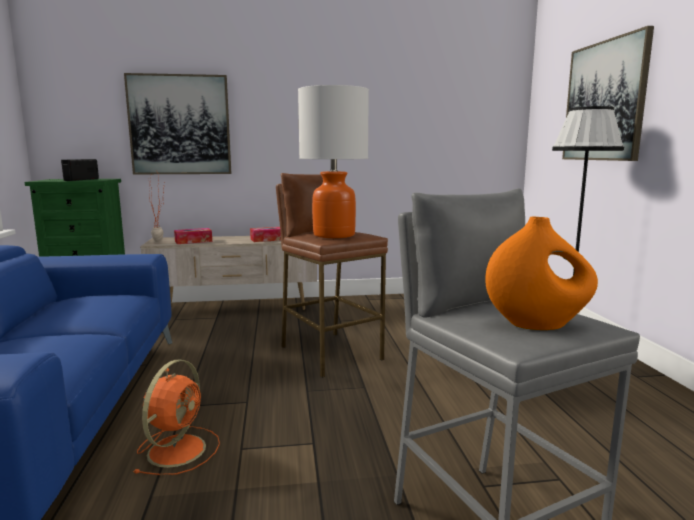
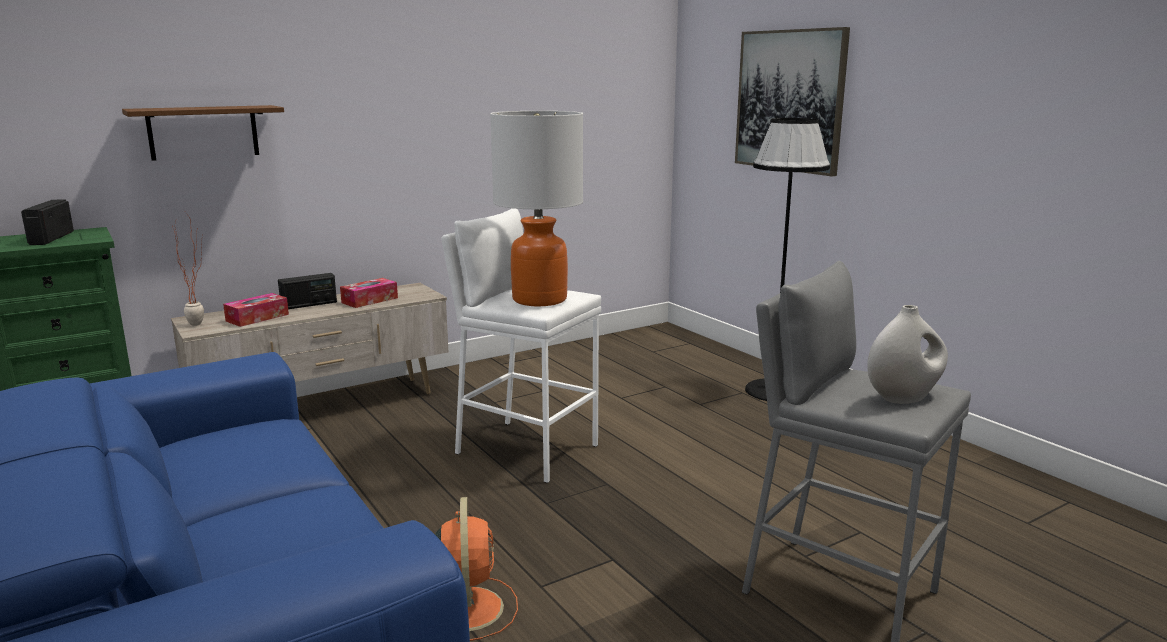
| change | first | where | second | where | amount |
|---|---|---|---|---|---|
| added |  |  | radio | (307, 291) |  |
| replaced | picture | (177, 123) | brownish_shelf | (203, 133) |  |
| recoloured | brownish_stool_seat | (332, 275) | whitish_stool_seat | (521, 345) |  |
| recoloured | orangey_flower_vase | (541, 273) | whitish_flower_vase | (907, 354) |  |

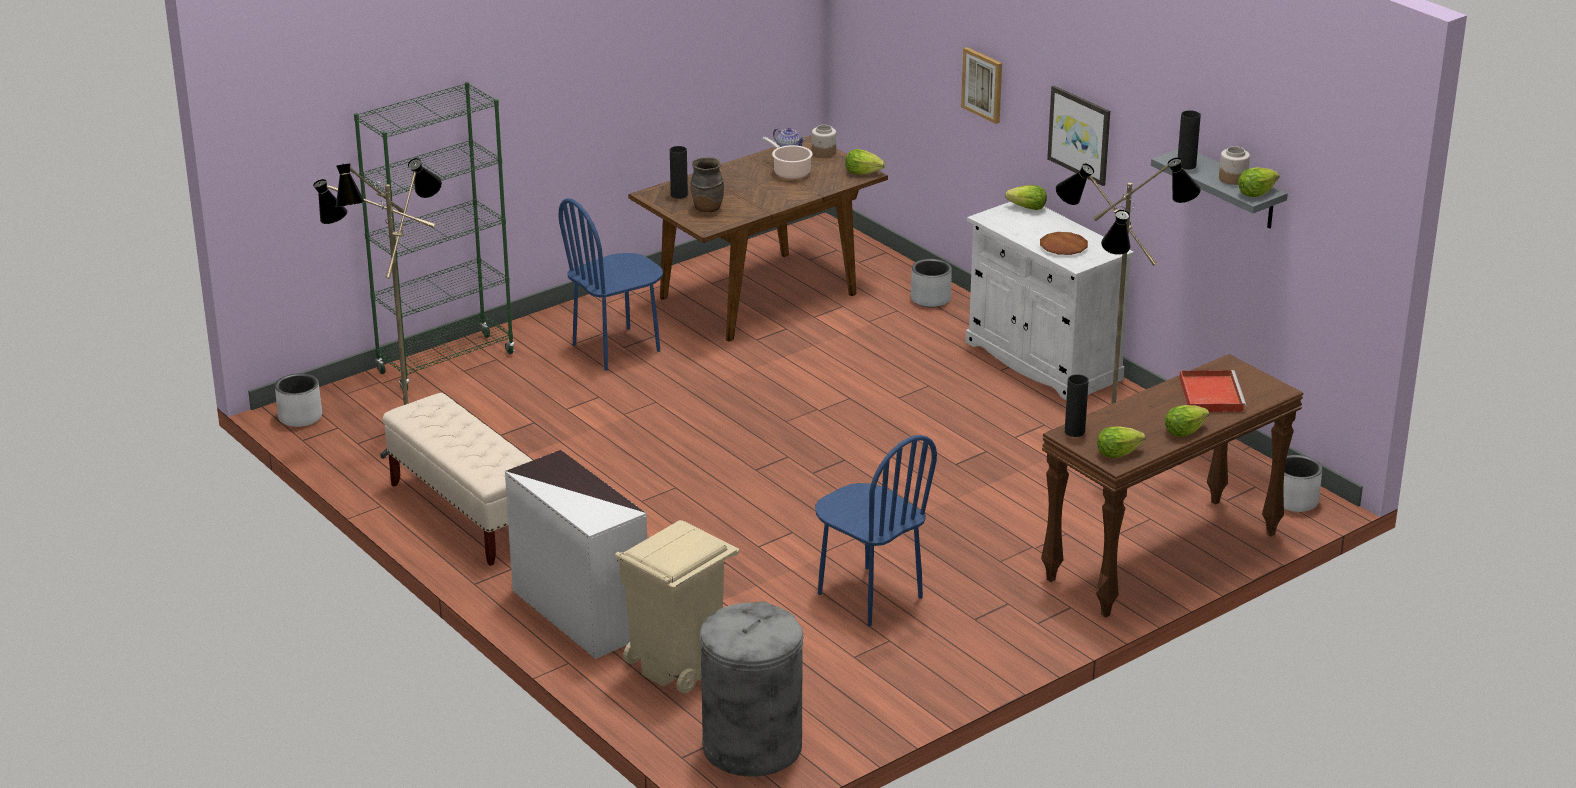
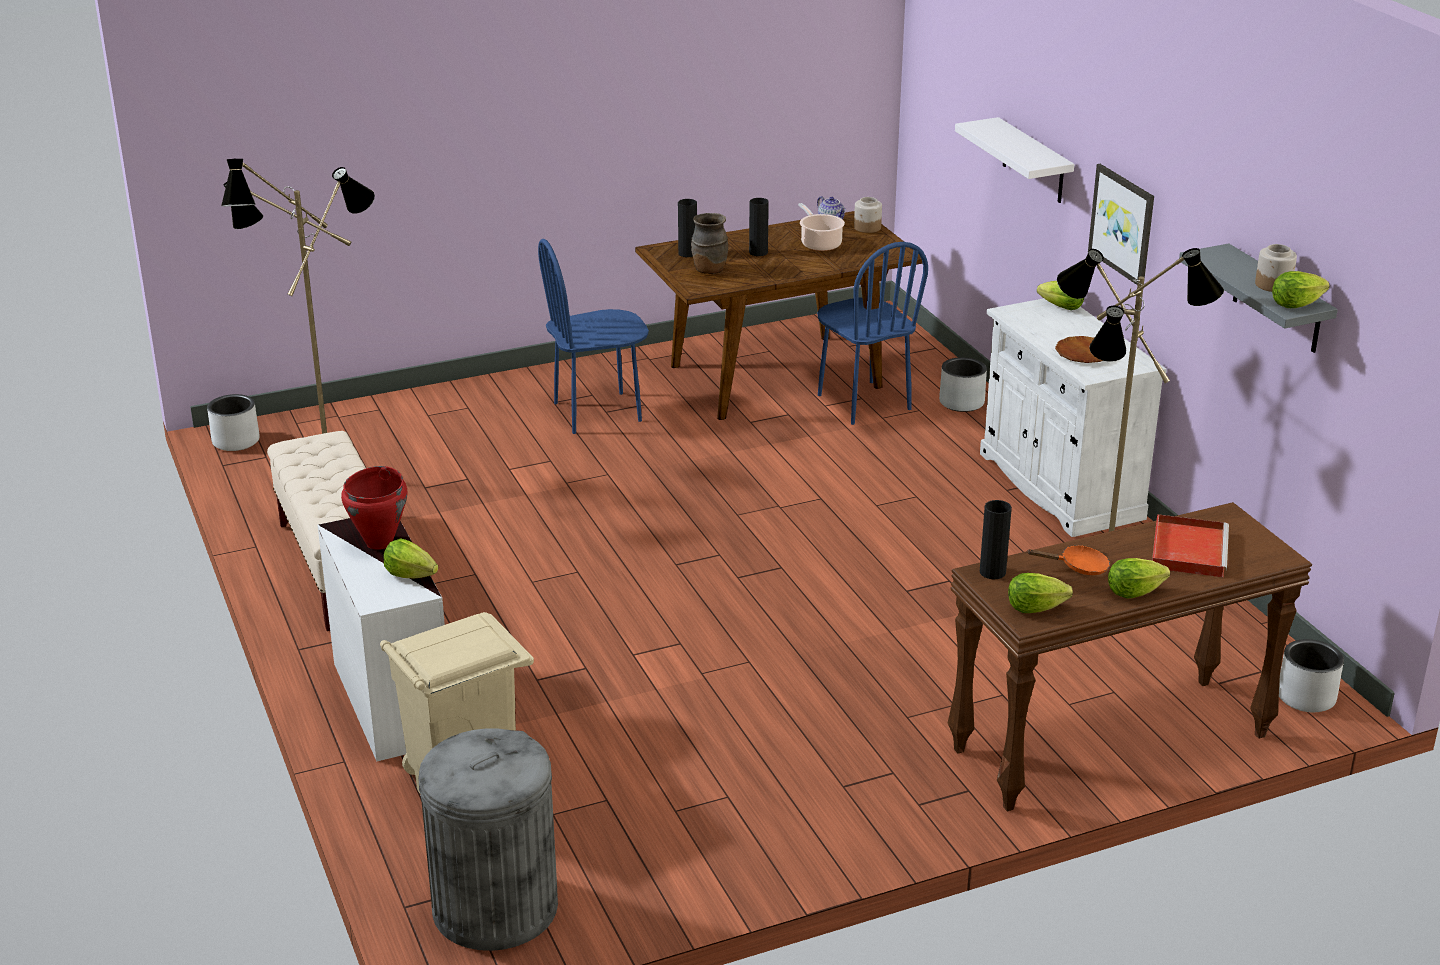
| change | first | where | second | where | amount |
|---|---|---|---|---|---|
| removed | green_bookcase | (434, 236) |  |  |  |
| added |  |  | red_stockpot | (374, 508) |  |
| added |  |  | orangey_skillet | (1068, 560) |  |
| moved | bluish_plain_chair | (876, 531) |  | (872, 333) |  |
| moved | lettuce | (865, 161) |  | (411, 558) |  |
| moved | blackish_flower_vase | (1189, 140) |  | (759, 227) |  |
| replaced | picture | (981, 85) | whitish_shelf | (1014, 160) |  |

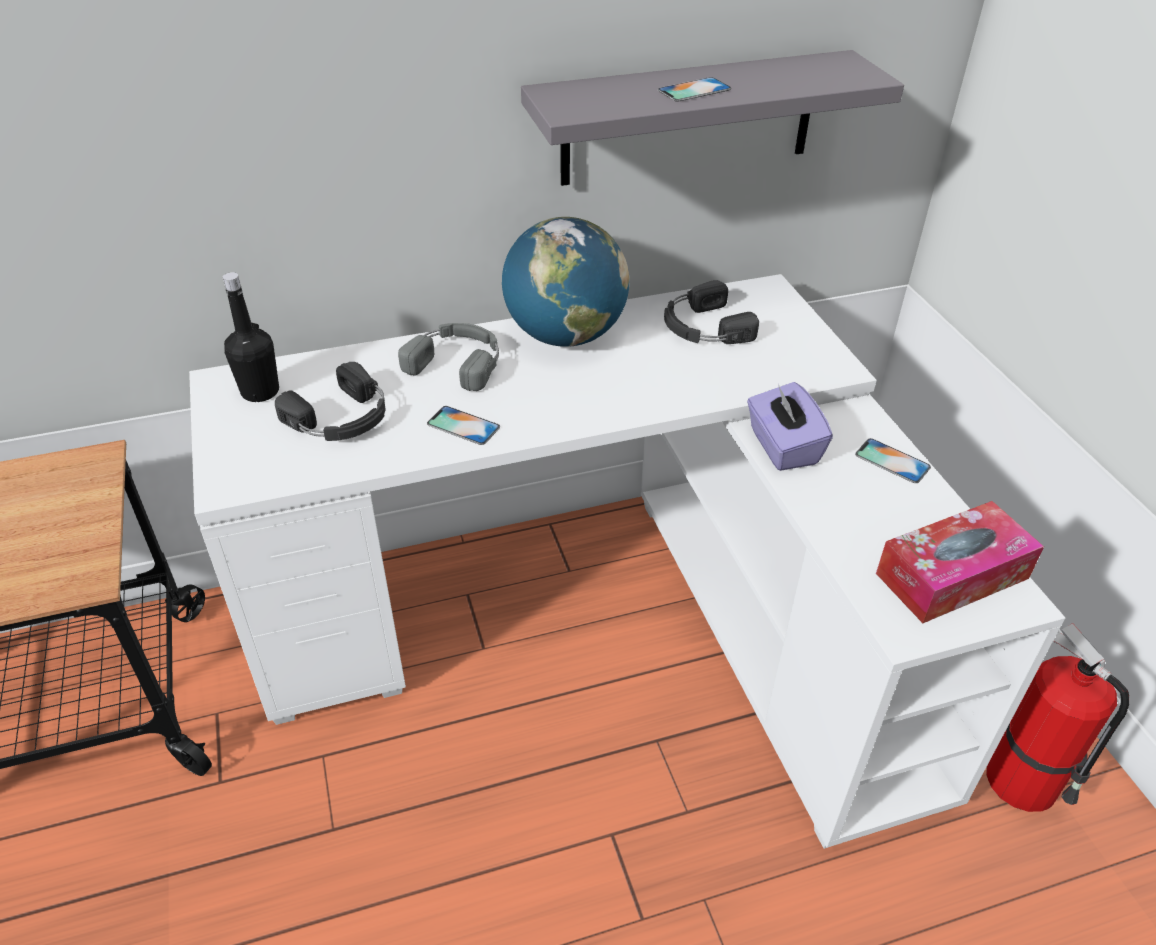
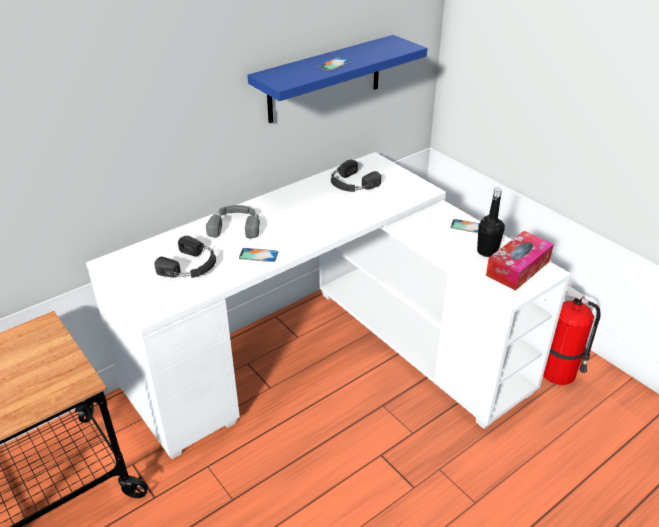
| change | first | where | second | where | amount |
|---|---|---|---|---|---|
| removed | world_globe | (565, 282) |  |  |  |
| removed | purplish_tissue_box | (790, 426) |  |  |  |
| moved | blackish_bottle | (250, 337) |  | (491, 222) |  |
| recoloured | greyish_shelf | (712, 118) | bluish_shelf | (337, 79) |  |

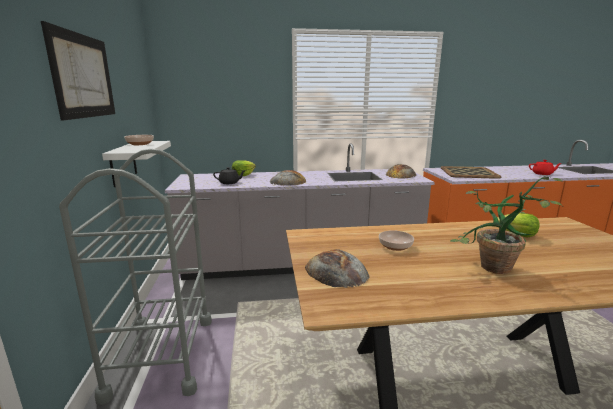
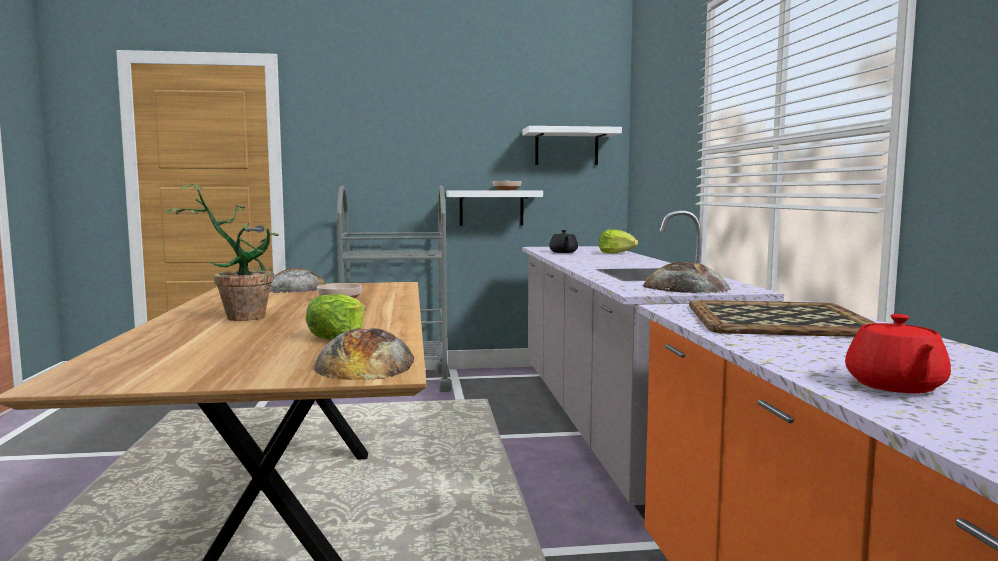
| change | first | where | second | where | amount |
|---|---|---|---|---|---|
| removed | picture | (78, 71) |  |  |  |
| added |  |  | whitish_shelf | (572, 145) |  |
| moved | bread | (287, 178) |  | (364, 354) |  |

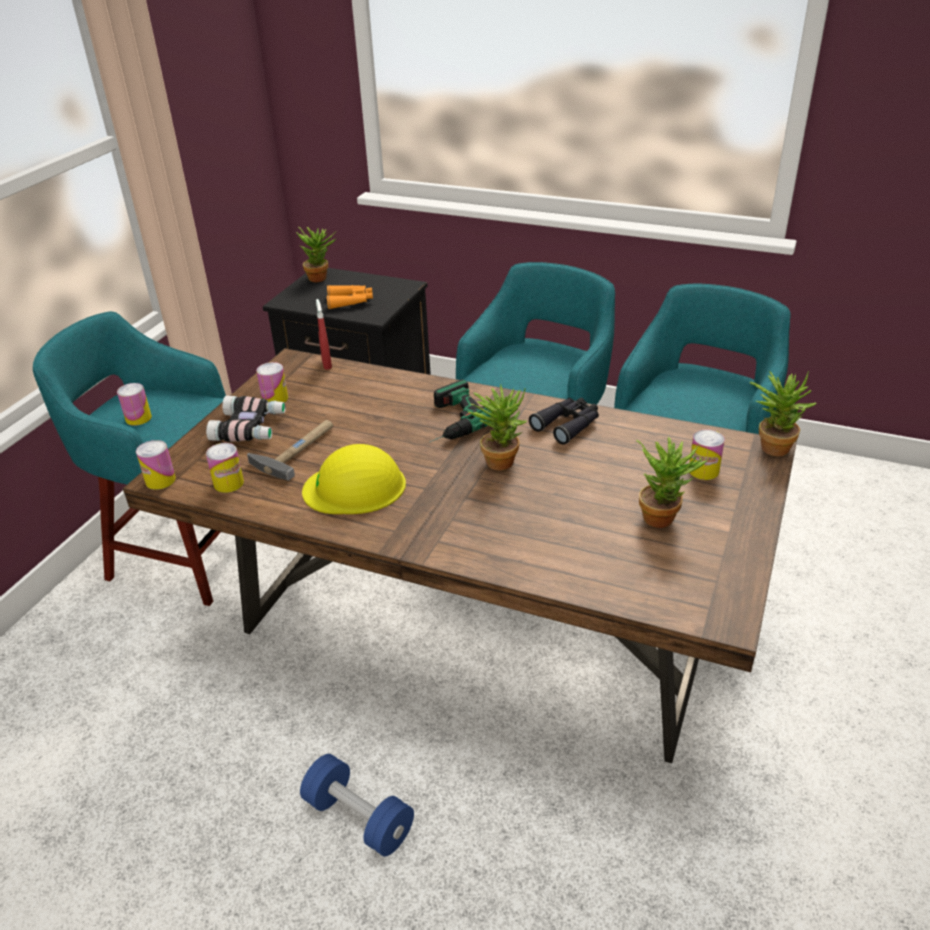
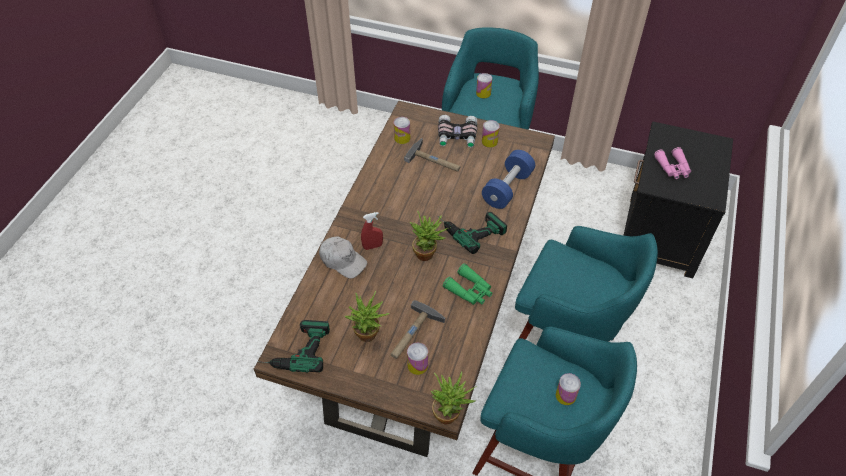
| change | first | where | second | where | amount |
|---|---|---|---|---|---|
| removed | houseplant | (316, 254) |  |  |  |
| removed | yellowish_work_helmet | (354, 479) |  |  |  |
| added |  |  | electric_drill | (293, 346) |  |
| added |  |  | whitish_peaked_cap | (343, 257) |  |
| added |  |  | hammer | (418, 329) |  |
| moved | sealed_can | (156, 465) |  | (568, 389) |  |
| moved | bluish_hand_weight | (357, 805) |  | (508, 179) |  |
| moved | red_hand_sprayer | (324, 334) |  | (372, 231) |  |
| recoloured | orangey_binoculars | (350, 297) | pink-coloured_binoculars | (672, 163) |  |
| recoloured | blackish_binoculars | (564, 421) | green_binoculars | (467, 284) |  |

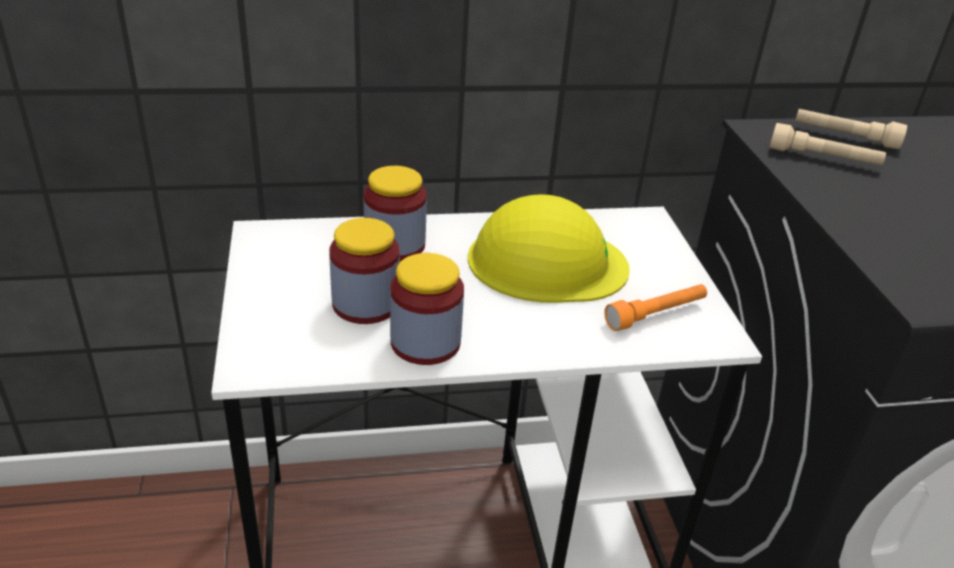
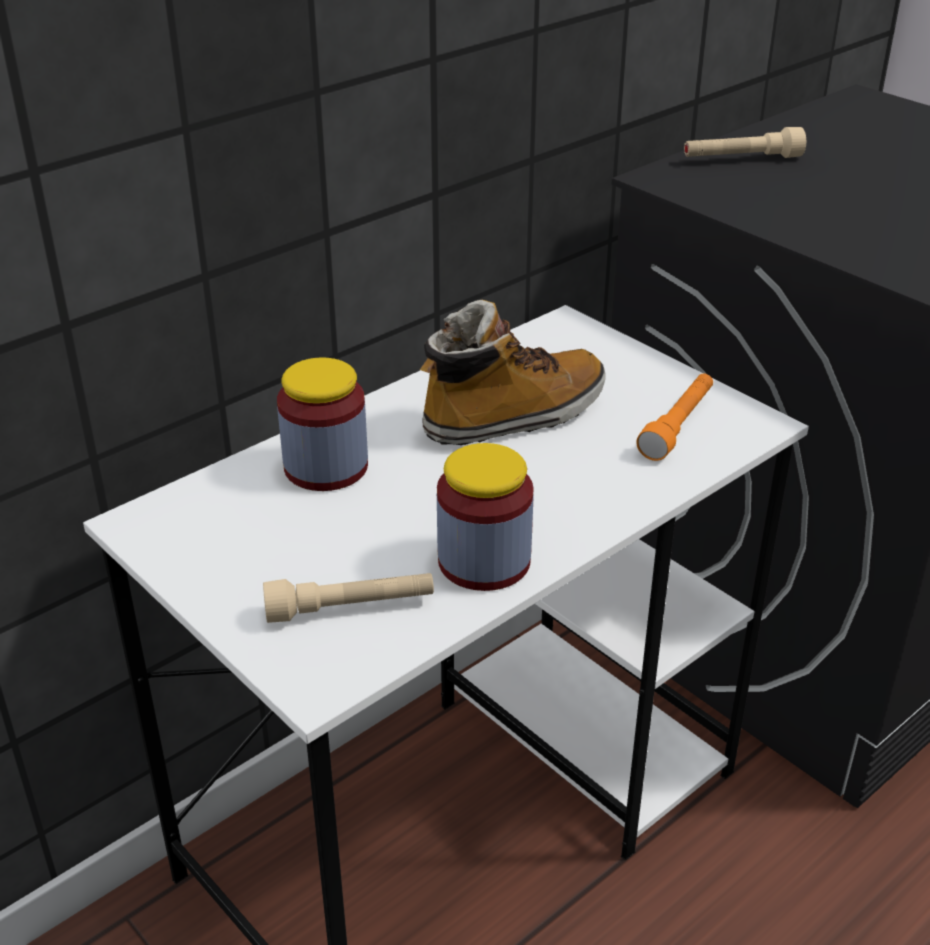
| change | first | where | second | where | amount |
|---|---|---|---|---|---|
| removed | preserve_jar | (364, 271) |  |  |  |
| moved | beige-coloured_torch | (827, 144) |  | (348, 598) |  |
| replaced | yellowish_work_helmet | (549, 248) | boot | (512, 372) |  |

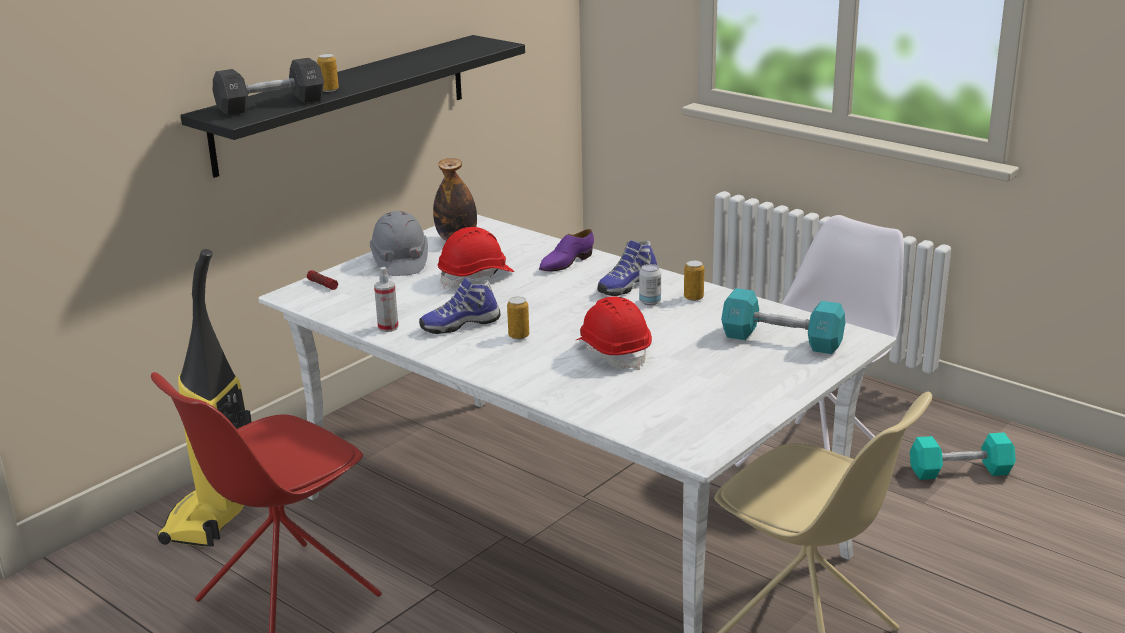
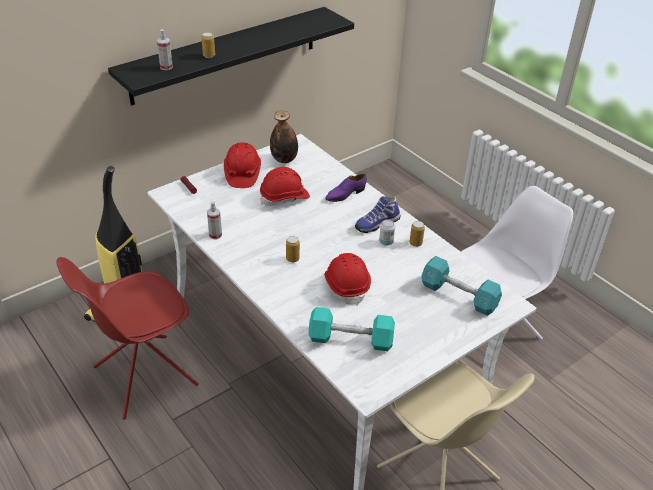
| change | first | where | second | where | amount |
|---|---|---|---|---|---|
| removed | low_shoe | (459, 306) |  |  |  |
| moved | turquoise-coloured_hand_weight | (963, 456) |  | (351, 329) |  |
| replaced | blackish_hand_weight | (268, 87) | hand_sprayer | (165, 49) |  |
| recoloured | greyish_work_helmet | (398, 243) | red_work_helmet | (242, 165) |  |

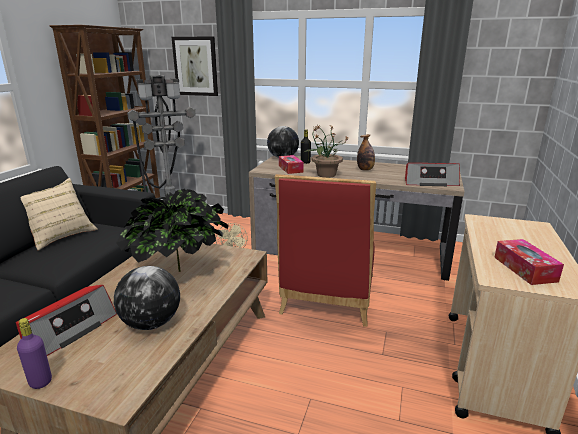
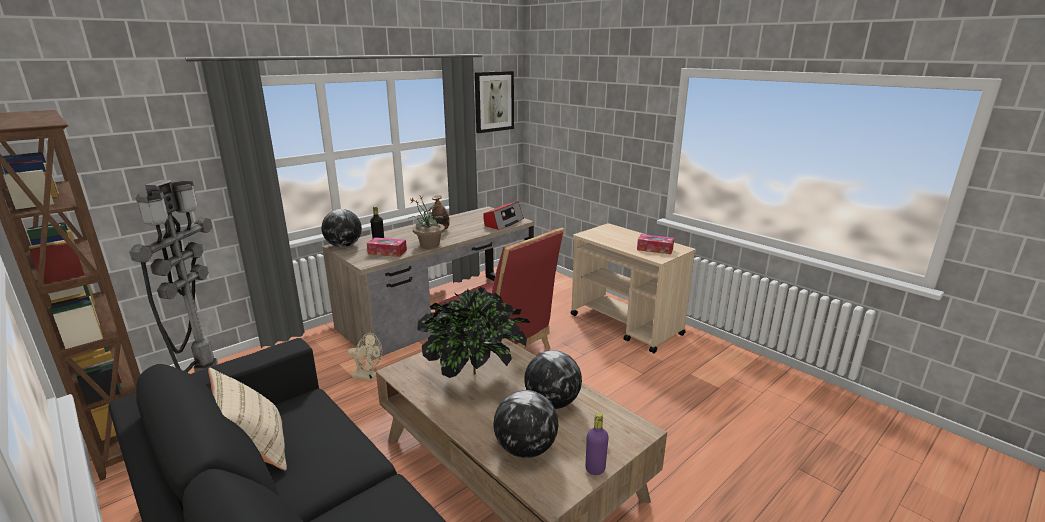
| change | first | where | second | where | amount |
|---|---|---|---|---|---|
| moved | picture | (195, 66) |  | (494, 102) |  |
| replaced | radio | (66, 320) | world_globe | (526, 424) |  |

